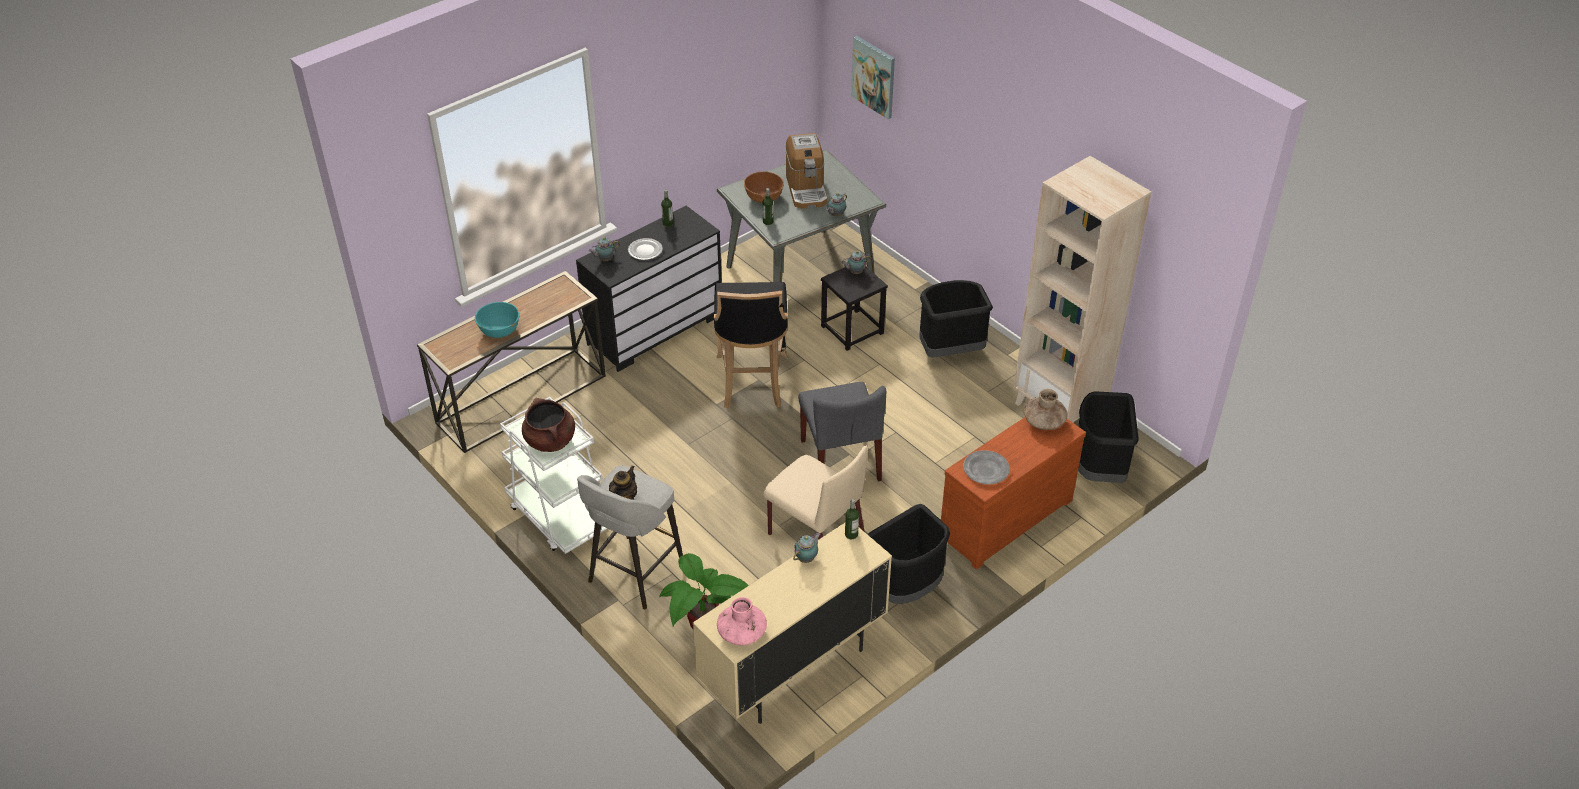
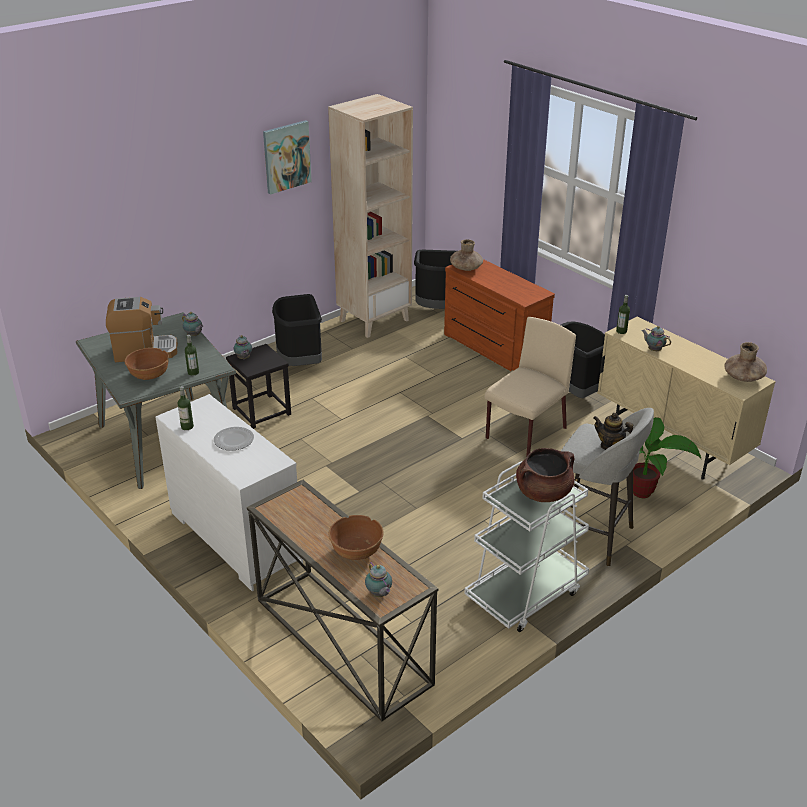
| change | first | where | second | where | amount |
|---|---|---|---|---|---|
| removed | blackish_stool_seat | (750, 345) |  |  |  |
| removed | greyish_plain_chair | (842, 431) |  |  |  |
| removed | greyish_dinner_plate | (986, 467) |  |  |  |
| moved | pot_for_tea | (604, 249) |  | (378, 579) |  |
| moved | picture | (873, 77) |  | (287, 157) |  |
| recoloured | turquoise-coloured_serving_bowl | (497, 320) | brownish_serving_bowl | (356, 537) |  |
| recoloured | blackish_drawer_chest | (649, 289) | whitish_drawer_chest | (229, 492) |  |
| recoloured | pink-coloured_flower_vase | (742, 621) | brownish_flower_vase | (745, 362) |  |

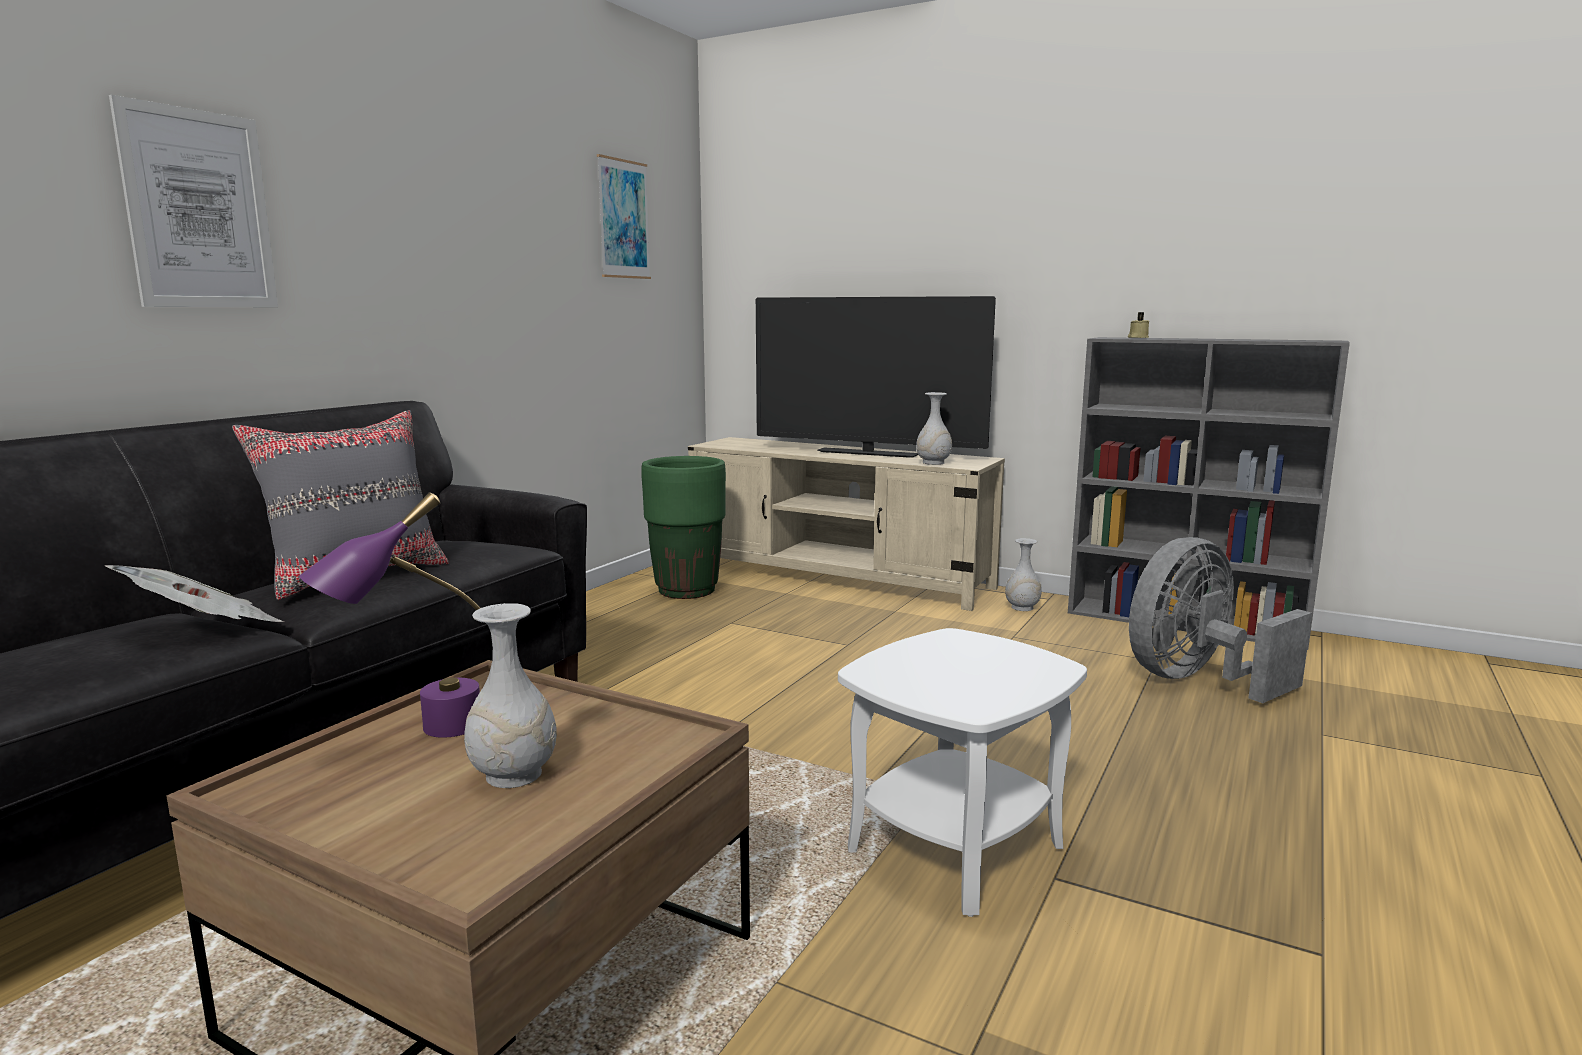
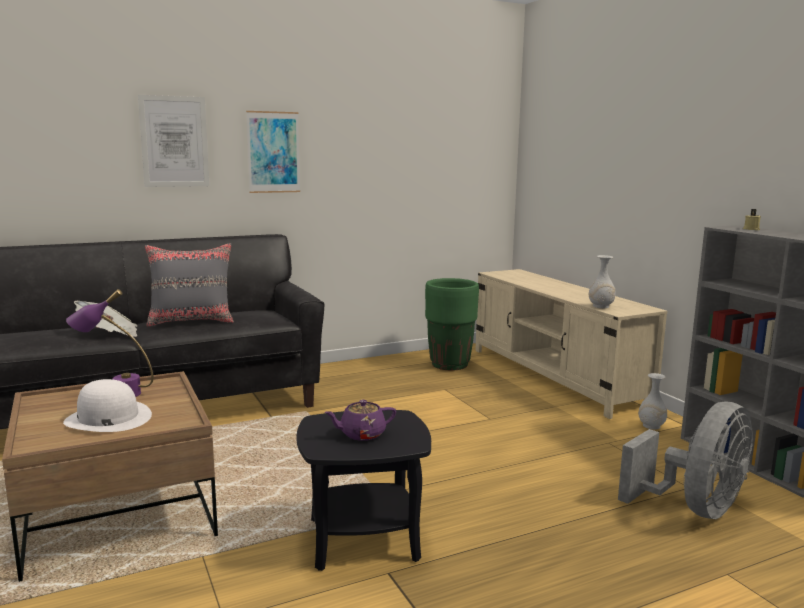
| change | first | where | second | where | amount |
|---|---|---|---|---|---|
| removed | TV_set | (876, 377) |  |  |  |
| added |  |  | purplish_pot_for_tea | (360, 420) |  |
| moved | picture | (624, 216) |  | (273, 152) |  |
| replaced | whitish_flower_vase | (510, 695) | whitish_hat | (107, 405) |  |
| recoloured | whitish_end_table | (962, 772) | blackish_end_table | (364, 490) |  |
| turned | greyish_electric_fan | (1220, 620) |  | (685, 460) | 135 degrees clockwise |

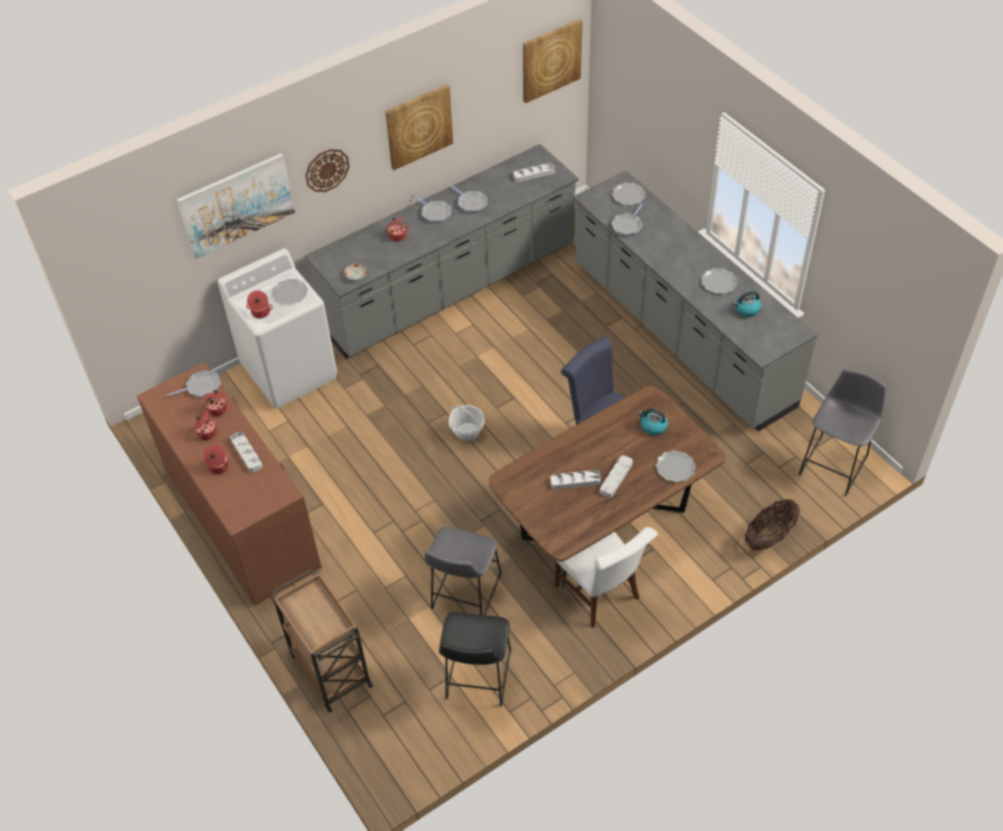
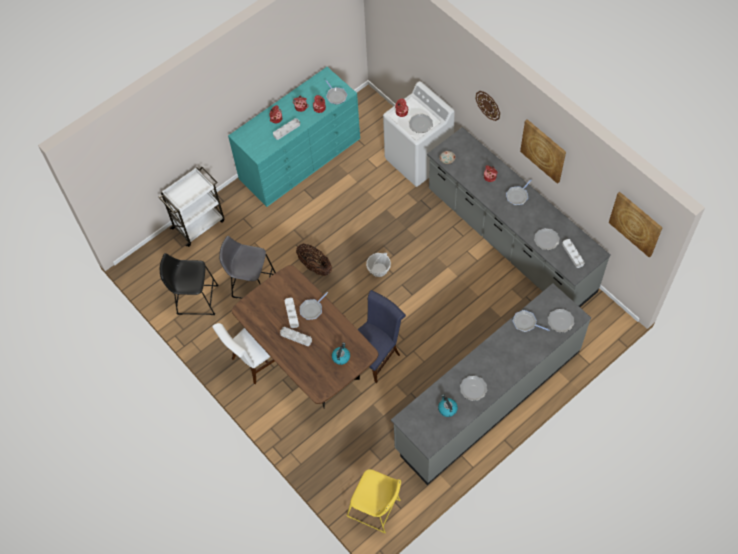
| change | first | where | second | where | amount |
|---|---|---|---|---|---|
| removed | picture | (236, 205) |  |  |  |
| moved | skillet | (469, 198) |  | (314, 306) |  |
| moved | dinner_plate | (676, 466) |  | (547, 239) |  |
| moved | basket | (772, 525) |  | (314, 260) |  |
| recoloured | brownish_drawer_chest | (229, 484) | turquoise-coloured_drawer_chest | (294, 137) |  |
| recoloured | brownish_cart | (322, 641) | whitish_cart | (191, 207) |  |
| recoloured | greyish_stool_seat | (842, 432) | yellowish_stool_seat | (373, 501) |  |

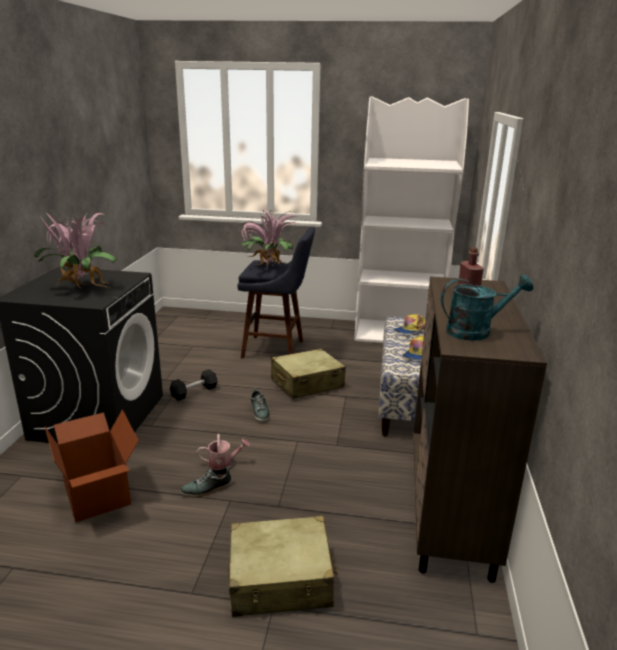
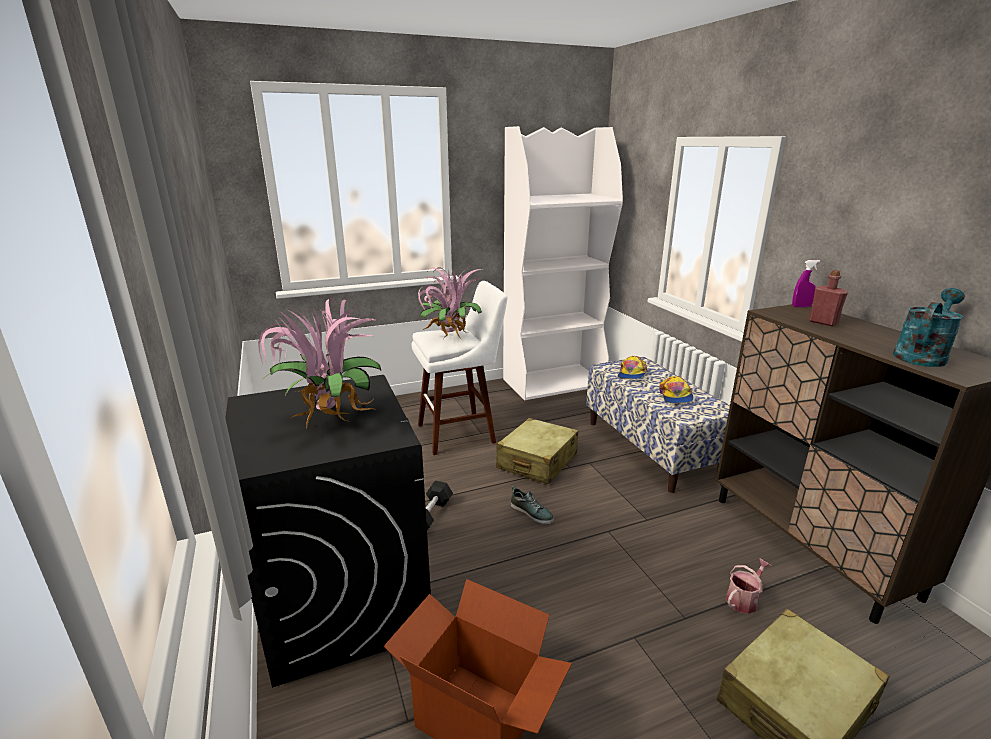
| change | first | where | second | where | amount |
|---|---|---|---|---|---|
| removed | low_shoe | (205, 481) |  |  |  |
| added |  |  | purplish_hand_sprayer | (806, 283) |  |
| moved | watering_pot | (223, 452) |  | (748, 586) |  |
| recoloured | bluish_stool_seat | (276, 292) | whitish_stool_seat | (460, 368) |  |

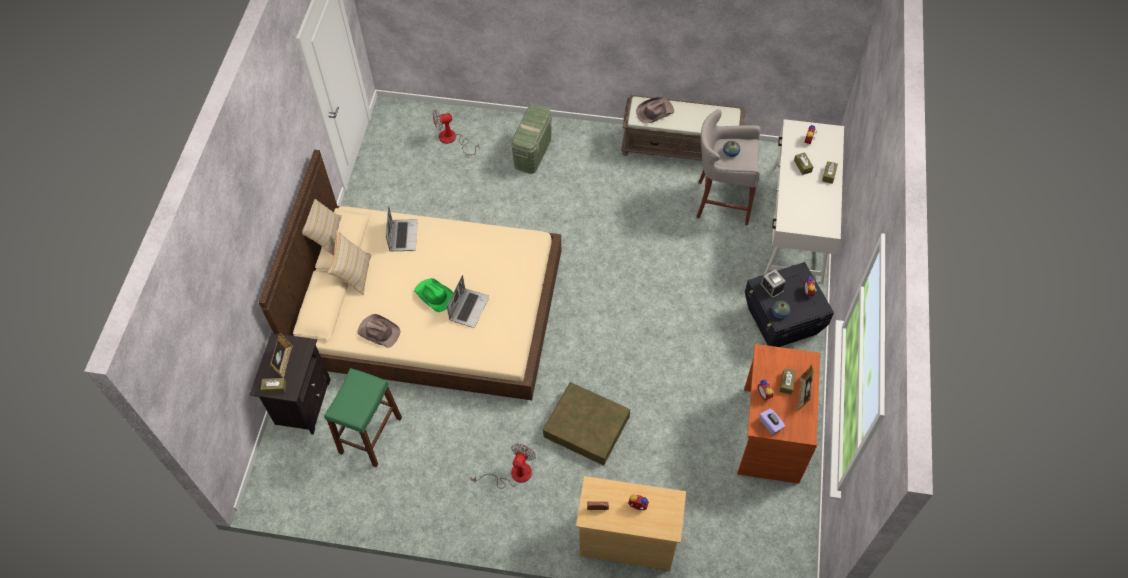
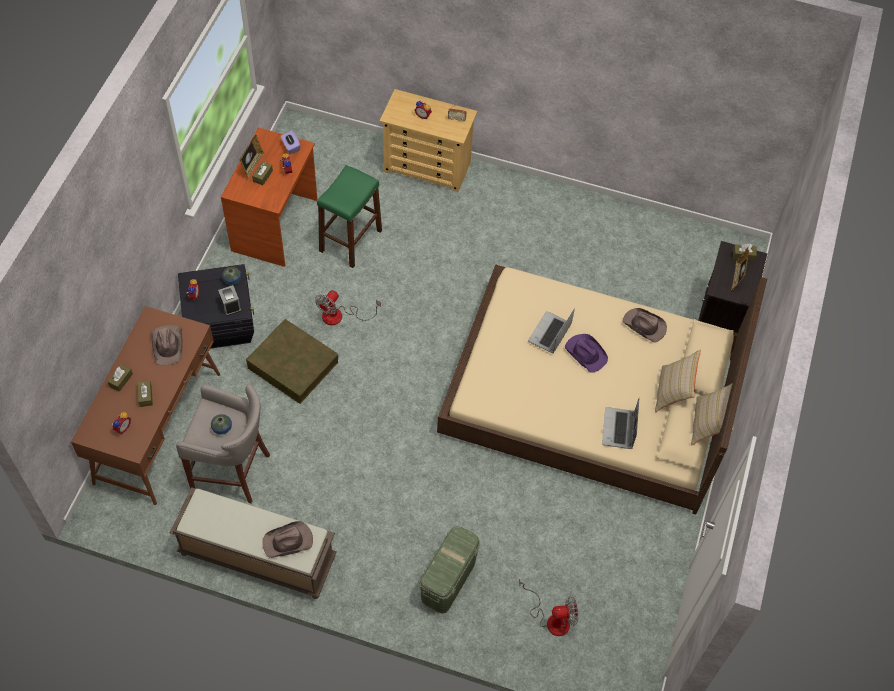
| change | first | where | second | where | amount |
|---|---|---|---|---|---|
| added |  |  | brownish_hat | (167, 345) |  |
| moved | green_stool_seat | (363, 417) |  | (349, 216) |  |
| moved | electric_fan | (503, 466) |  | (348, 307) |  |
| moved | brownish_storage_bin | (586, 424) |  | (292, 361) |  |
| recoloured | green_hat | (433, 295) | purplish_hat | (586, 353) |  |
| recoloured | whitish_desk | (804, 201) | brownish_desk | (145, 405) |  |

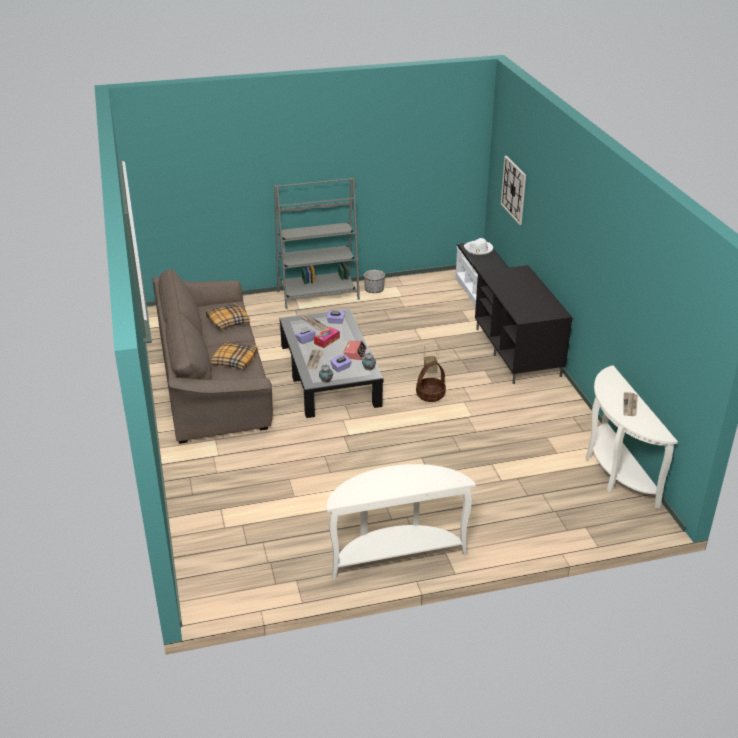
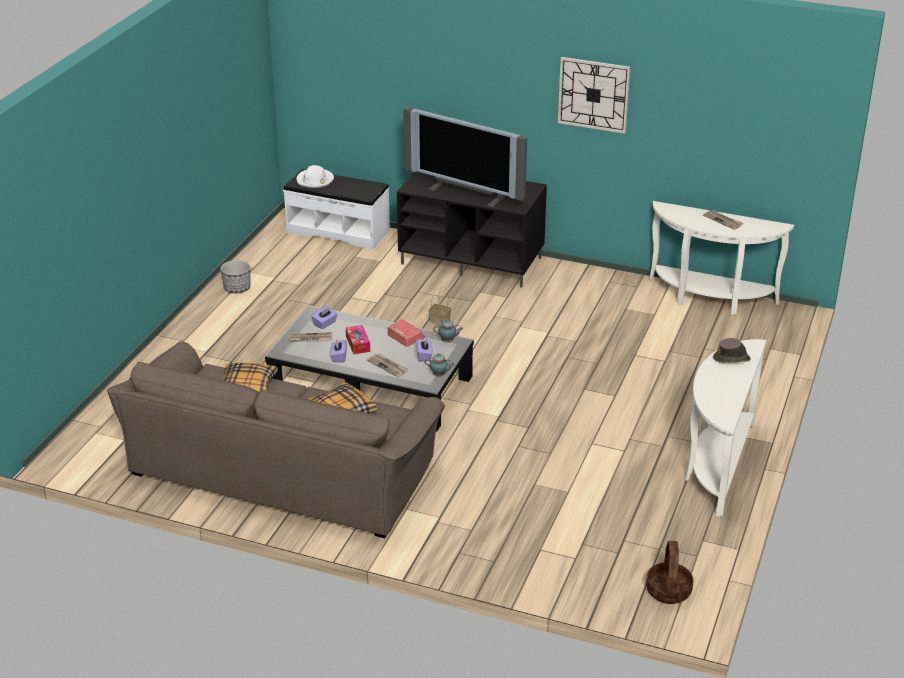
| change | first | where | second | where | amount |
|---|---|---|---|---|---|
| removed | greyish_bookcase | (317, 243) |  |  |  |
| added |  |  | TV_set | (465, 157) |  |
| added |  |  | brownish_hat | (731, 350) |  |
| moved | basket | (431, 381) |  | (669, 572) |  |
| moved | hanging_clock | (513, 190) |  | (594, 95) |  |

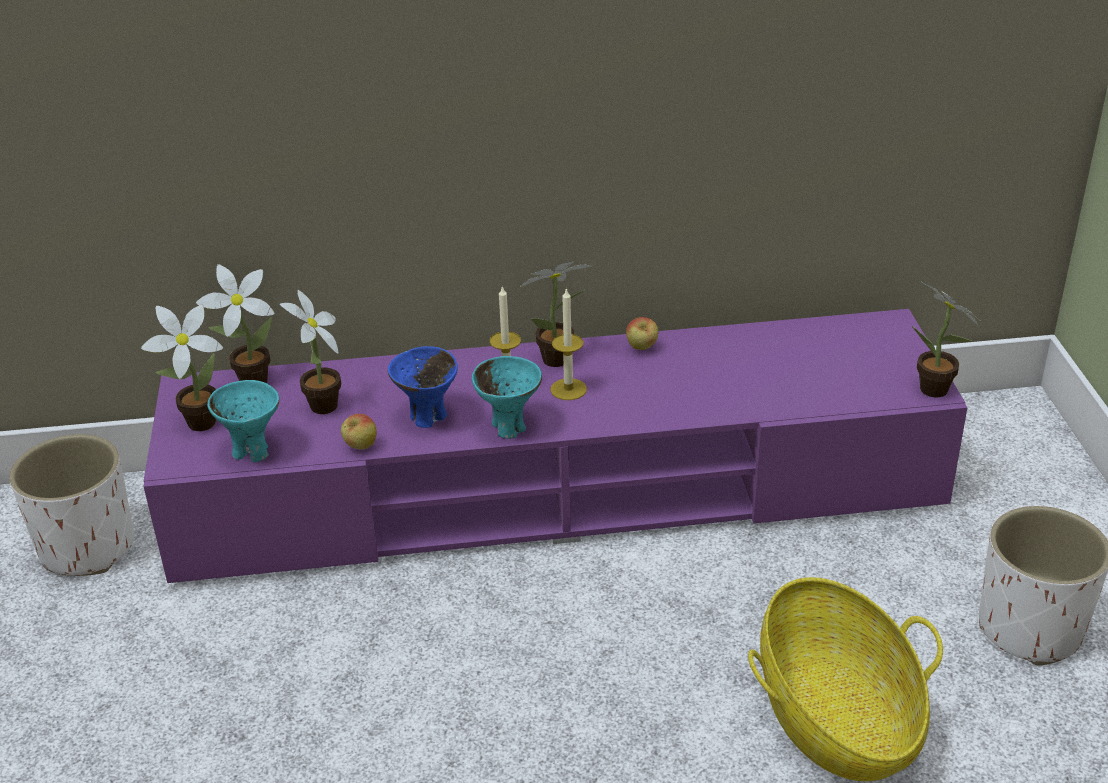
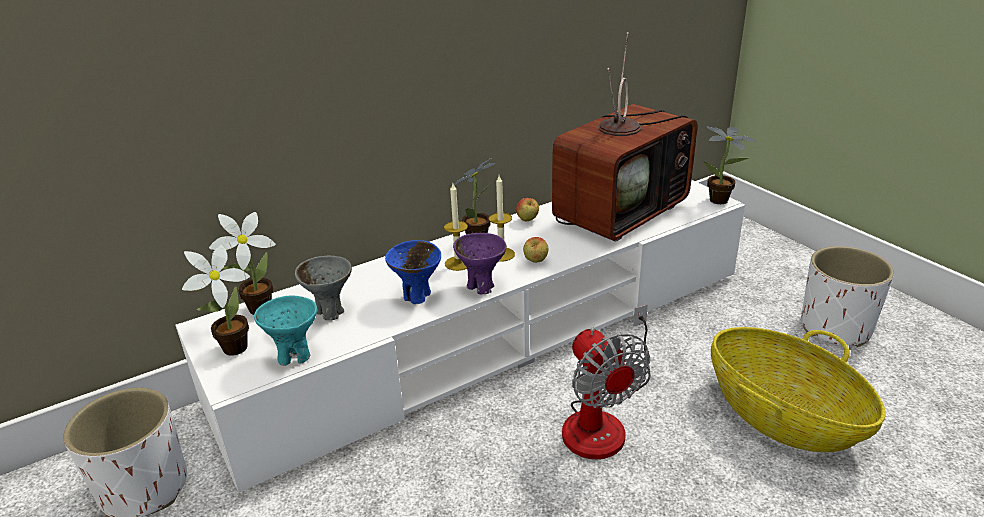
| change | first | where | second | where | amount |
|---|---|---|---|---|---|
| added |  |  | TV_set | (625, 137) |  |
| added |  |  | electric_fan | (606, 381) |  |
| moved | whole_apple | (359, 432) |  | (536, 250) |  |
| replaced | houseplant | (310, 352) | greyish_serving_bowl | (323, 288) |  |
| recoloured | purplish_media_console | (555, 446) | whitish_media_console | (460, 336) |  |
| recoloured | turquoise-coloured_serving_bowl | (507, 397) | purplish_serving_bowl | (480, 263) |  |

